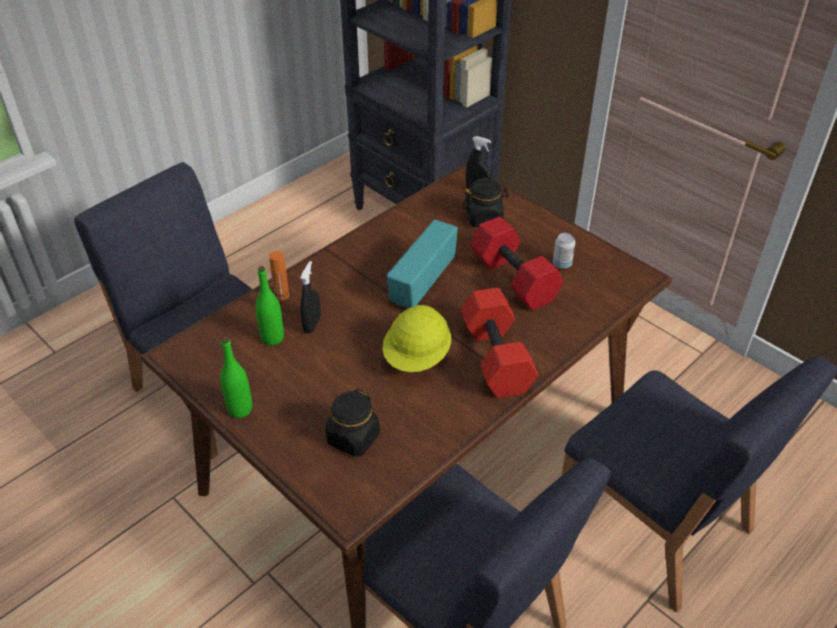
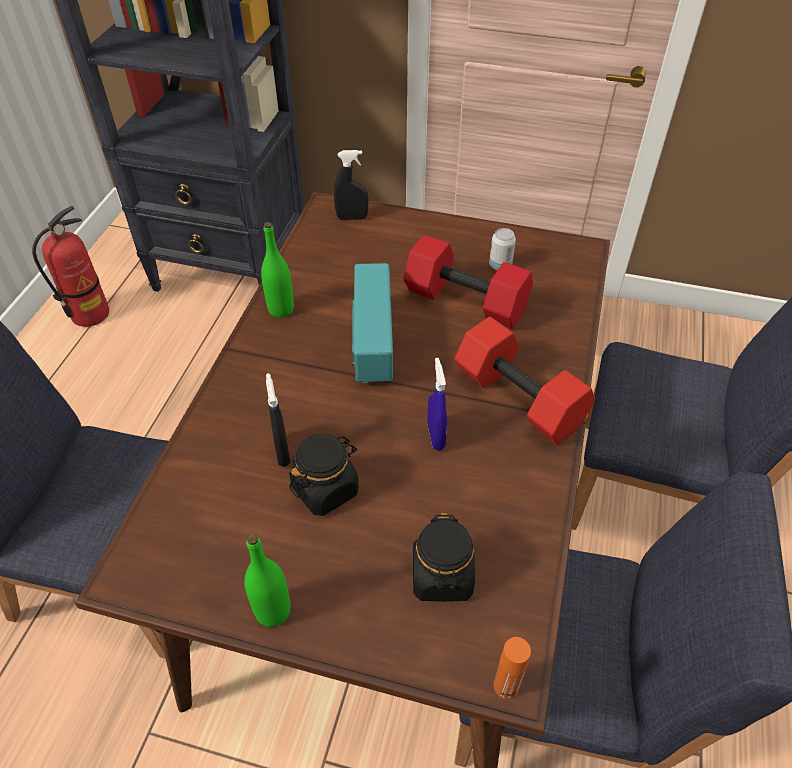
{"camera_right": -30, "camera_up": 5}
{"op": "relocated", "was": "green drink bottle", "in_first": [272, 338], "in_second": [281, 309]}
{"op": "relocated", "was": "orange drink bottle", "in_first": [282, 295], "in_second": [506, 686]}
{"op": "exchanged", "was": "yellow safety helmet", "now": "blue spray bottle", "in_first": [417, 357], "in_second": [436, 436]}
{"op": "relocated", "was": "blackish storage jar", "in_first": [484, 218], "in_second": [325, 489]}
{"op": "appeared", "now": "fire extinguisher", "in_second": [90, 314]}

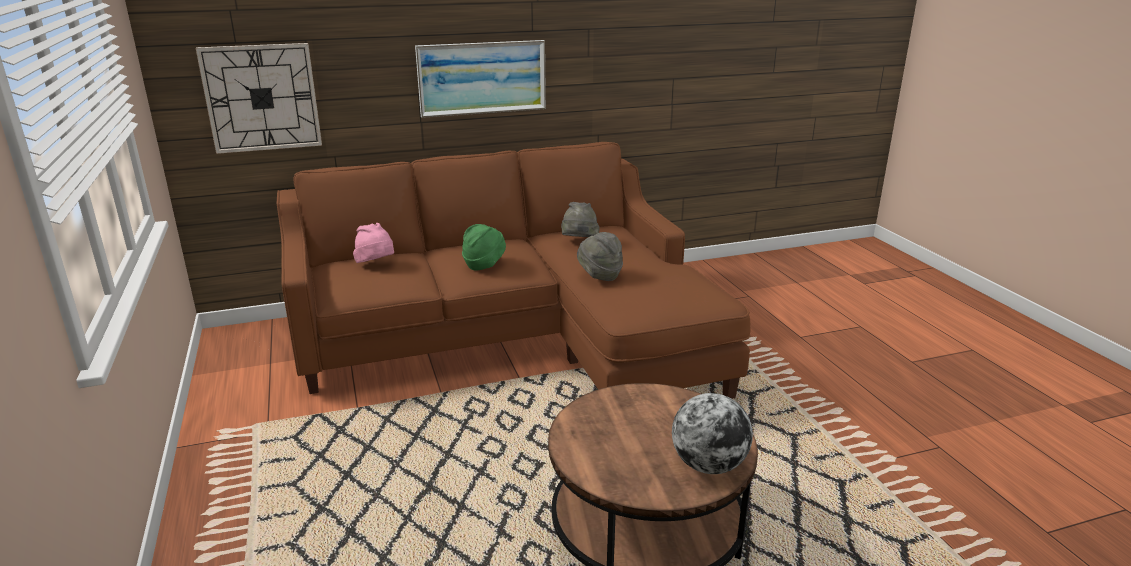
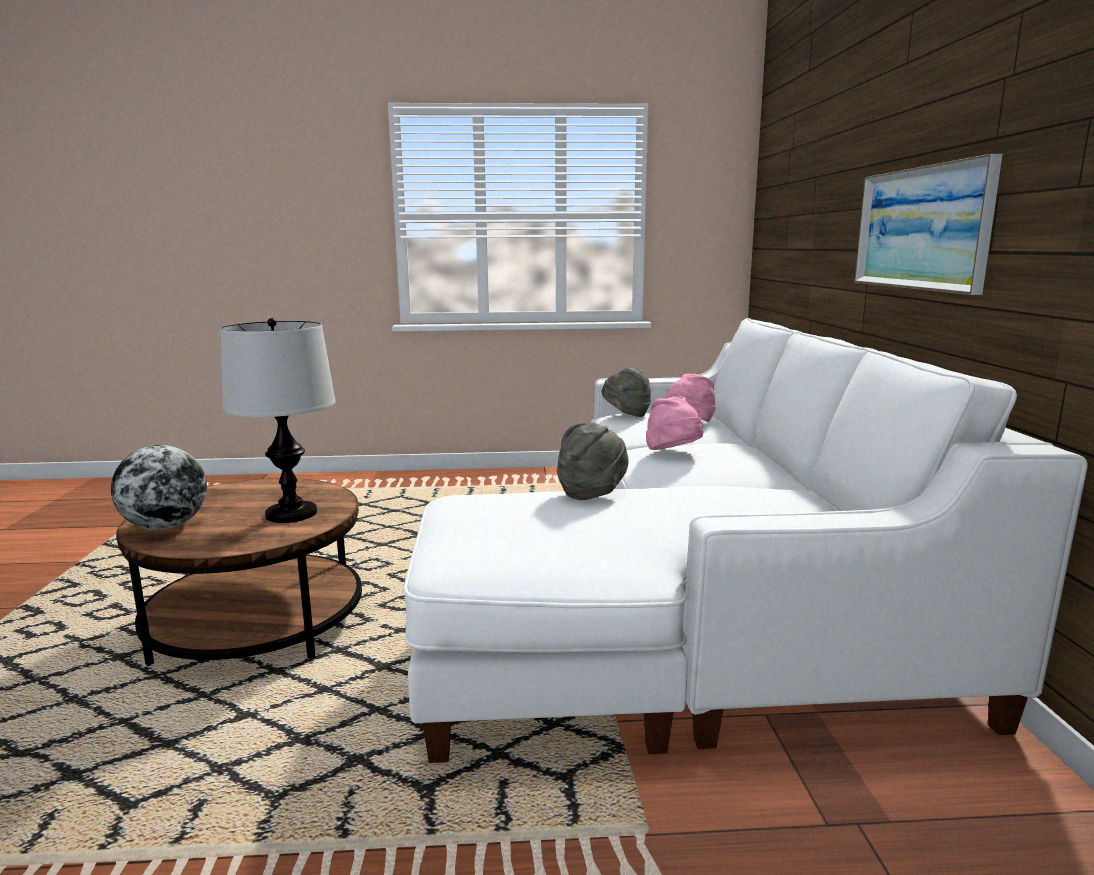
{"camera_right": 105, "camera_up": -10}
{"op": "missing", "was": "wall clock", "in_first": [261, 98]}
{"op": "colour", "was": "brownish couch", "now": "white-coloured couch", "in_first": [516, 337], "in_second": [702, 596]}
{"op": "colour", "was": "green clothing hat", "now": "pink-coloured clothing hat", "in_first": [484, 265], "in_second": [674, 454]}
{"op": "relocated", "was": "gray clothing hat", "in_first": [579, 242], "in_second": [626, 414]}
{"op": "appeared", "now": "lamp for a table", "in_second": [291, 513]}

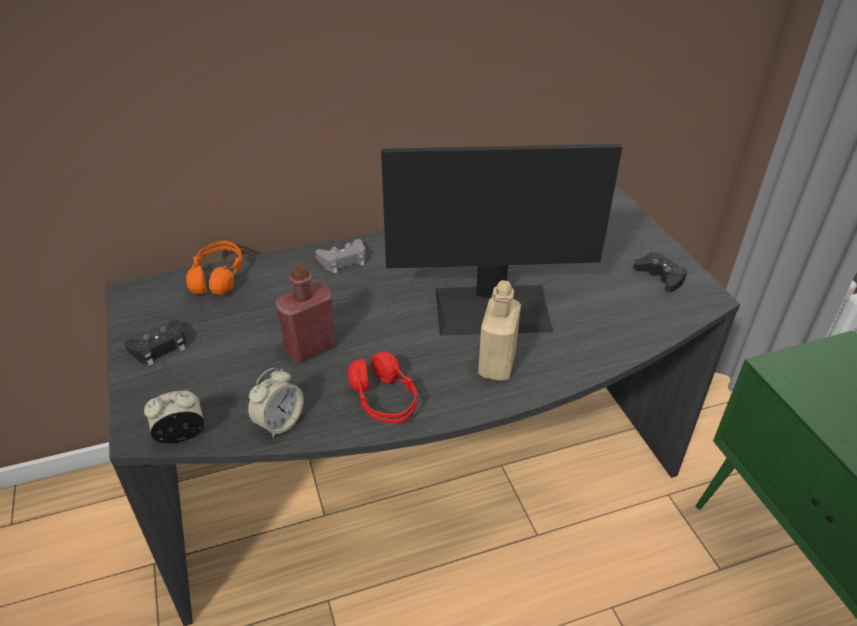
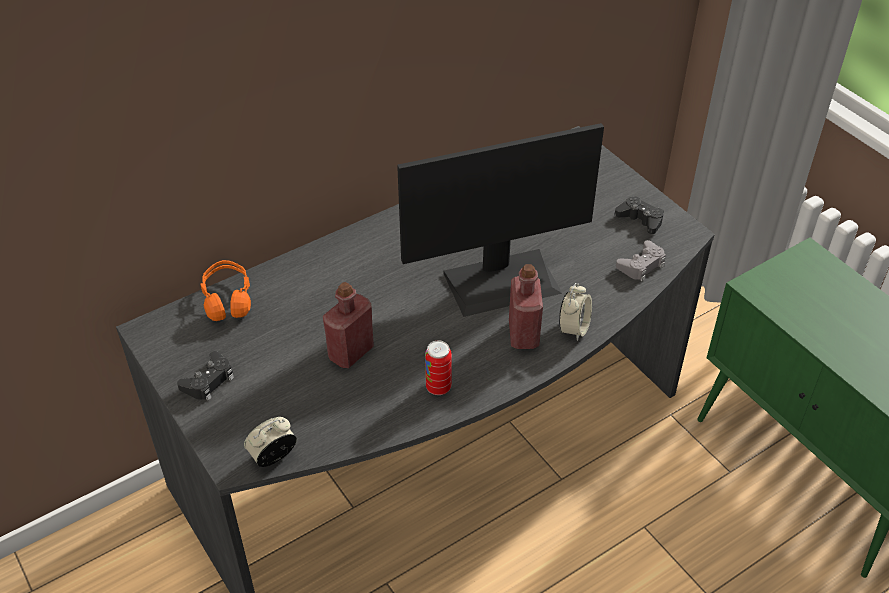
{"camera_right": -15, "camera_up": 5}
{"op": "relocated", "was": "bedside clock", "in_first": [279, 423], "in_second": [573, 329]}
{"op": "relocated", "was": "gray game controller", "in_first": [343, 260], "in_second": [641, 265]}
{"op": "exchanged", "was": "red headphones", "now": "sealed can", "in_first": [384, 400], "in_second": [438, 387]}
{"op": "colour", "was": "beige drink bottle", "now": "red drink bottle", "in_first": [497, 364], "in_second": [523, 334]}

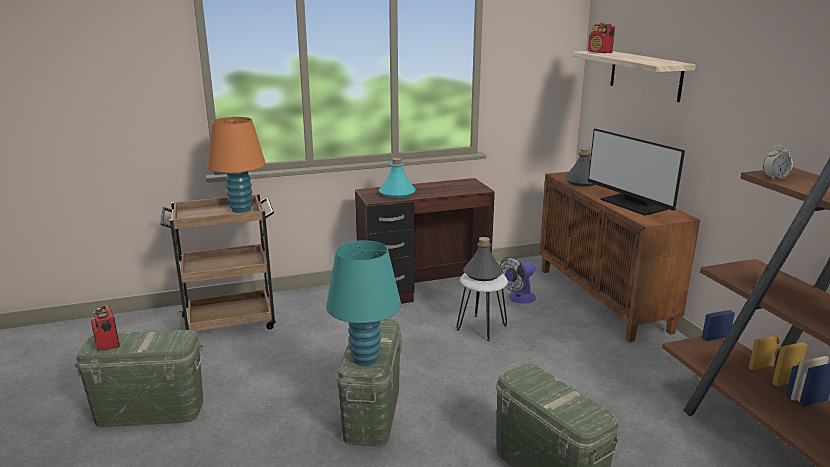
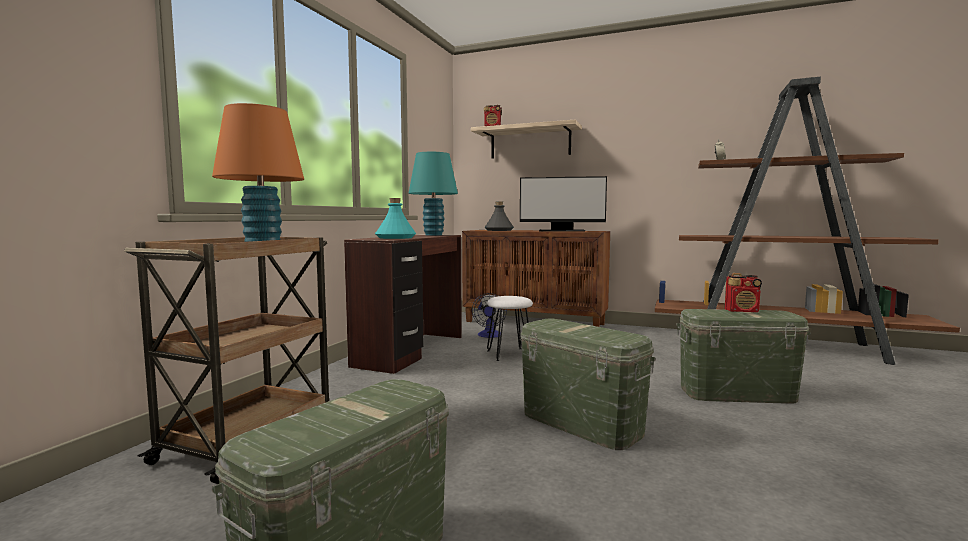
{"camera_right": -50, "camera_up": -15}
{"op": "relocated", "was": "radio receiver", "in_first": [107, 344], "in_second": [742, 311]}
{"op": "relocated", "was": "turquoise lamp for a table", "in_first": [365, 359], "in_second": [433, 235]}
{"op": "missing", "was": "gray drink bottle", "in_first": [482, 274]}

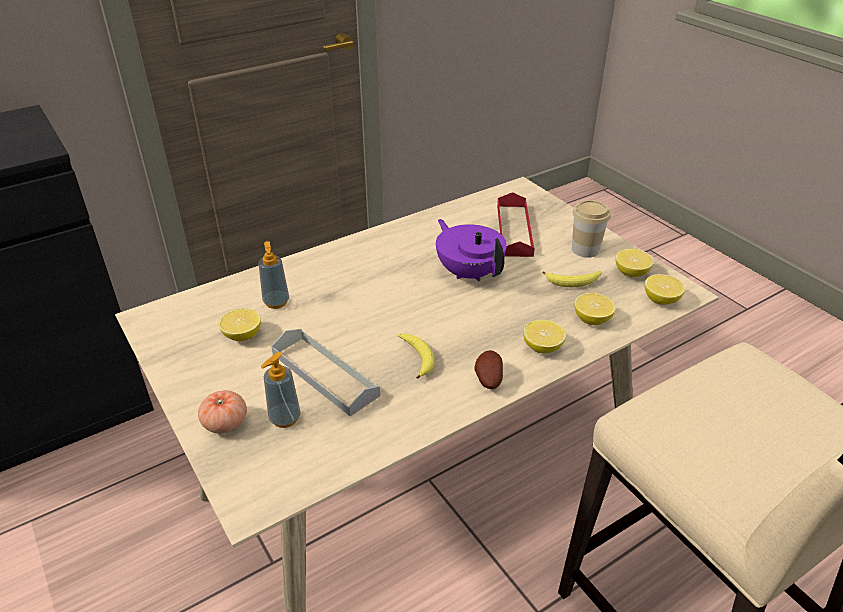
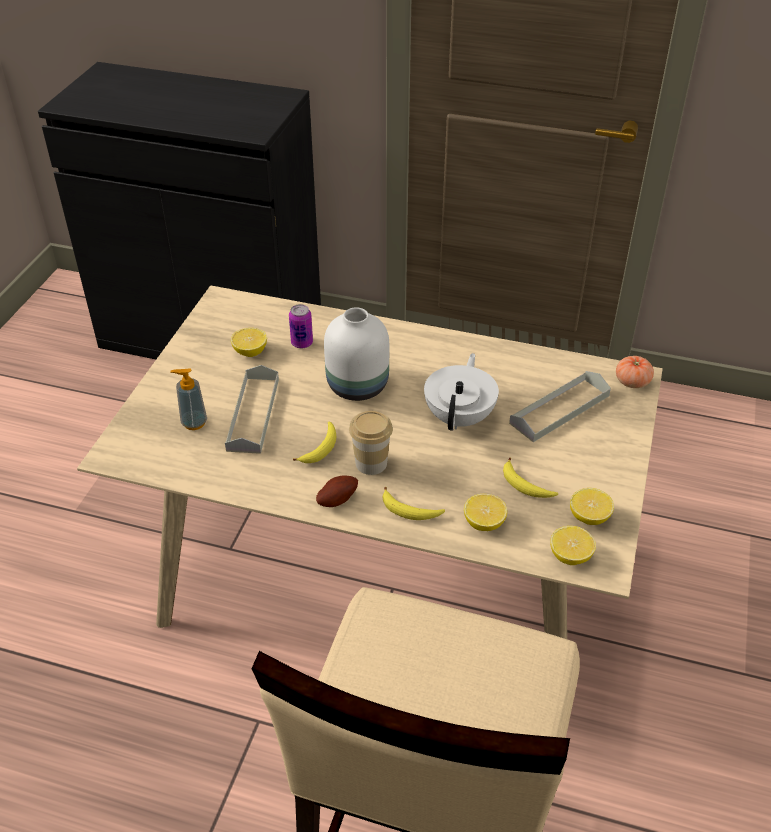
{"camera_right": 50, "camera_up": 5}
{"op": "relocated", "was": "fresh tomato", "in_first": [225, 423], "in_second": [632, 382]}
{"op": "exchanged", "was": "soap bottle", "now": "sealed can", "in_first": [276, 302], "in_second": [302, 343]}
{"op": "colour", "was": "purple pot for tea", "now": "white-coloured pot for tea", "in_first": [469, 272], "in_second": [460, 417]}
{"op": "colour", "was": "red serving tray", "now": "gray serving tray", "in_first": [514, 230], "in_second": [559, 409]}
{"op": "exchanged", "was": "citrus fruit", "now": "whole banana", "in_first": [542, 347], "in_second": [410, 511]}
{"op": "relocated", "was": "cup", "in_first": [585, 249], "in_second": [371, 463]}
{"op": "appeared", "now": "white-coloured vase", "in_second": [357, 385]}

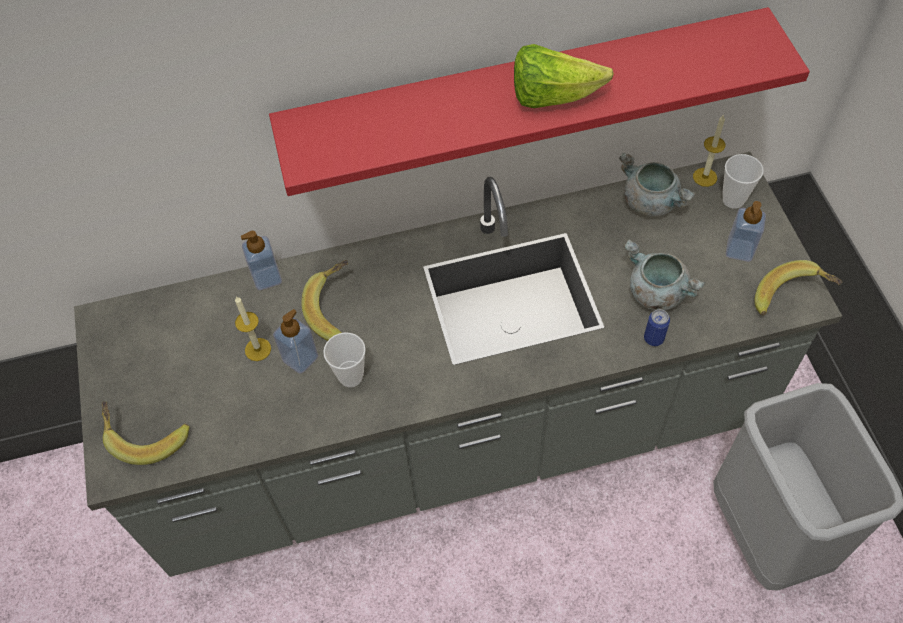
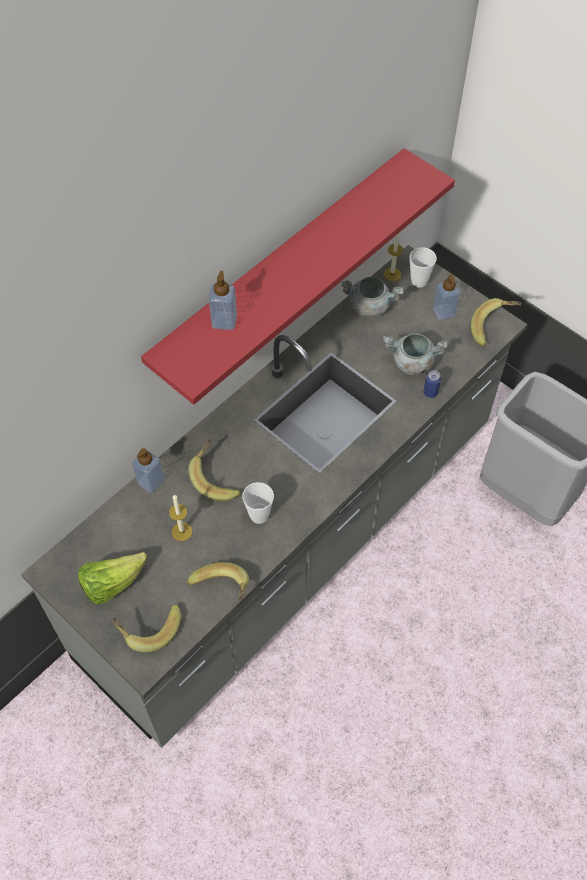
{"camera_right": -35, "camera_up": 0}
{"op": "relocated", "was": "soap bottle", "in_first": [300, 358], "in_second": [224, 321]}
{"op": "relocated", "was": "lettuce head", "in_first": [552, 96], "in_second": [112, 583]}
{"op": "appeared", "now": "whole banana", "in_second": [221, 591]}

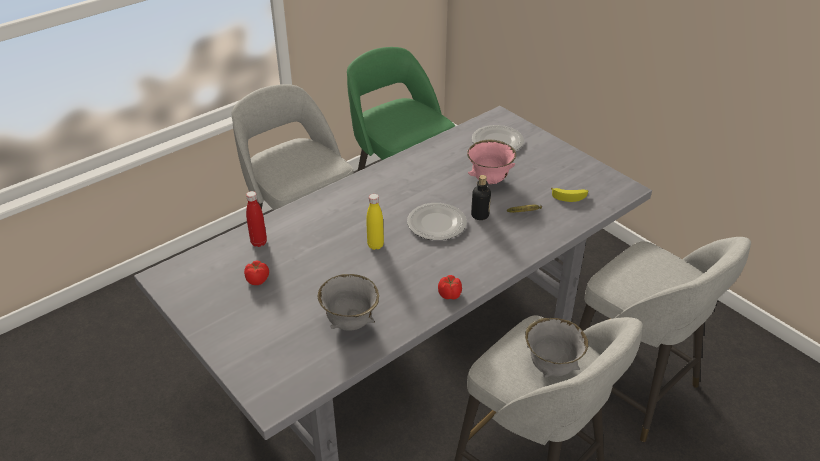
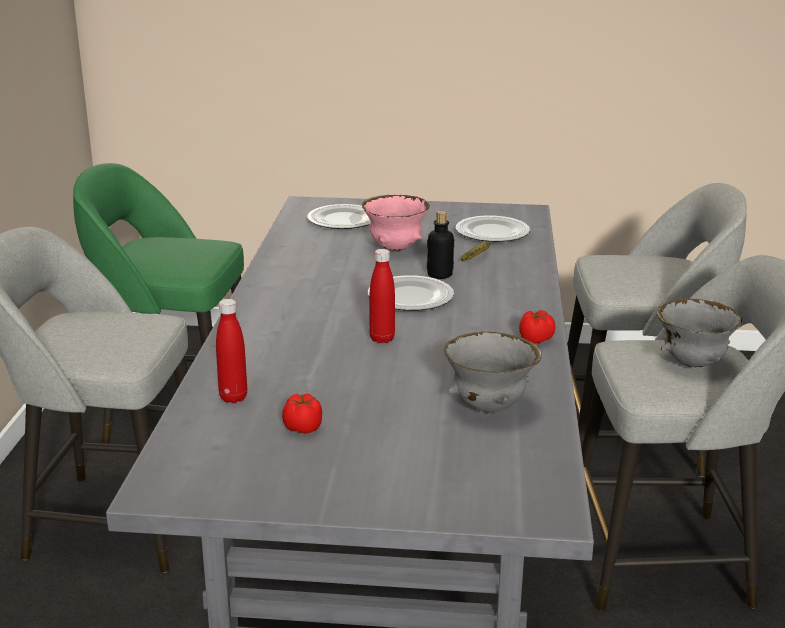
{"camera_right": -45, "camera_up": -15}
{"op": "colour", "was": "yellow drink bottle", "now": "red drink bottle", "in_first": [375, 245], "in_second": [382, 339]}
{"op": "exchanged", "was": "whole banana", "now": "dinner plate", "in_first": [570, 196], "in_second": [492, 232]}

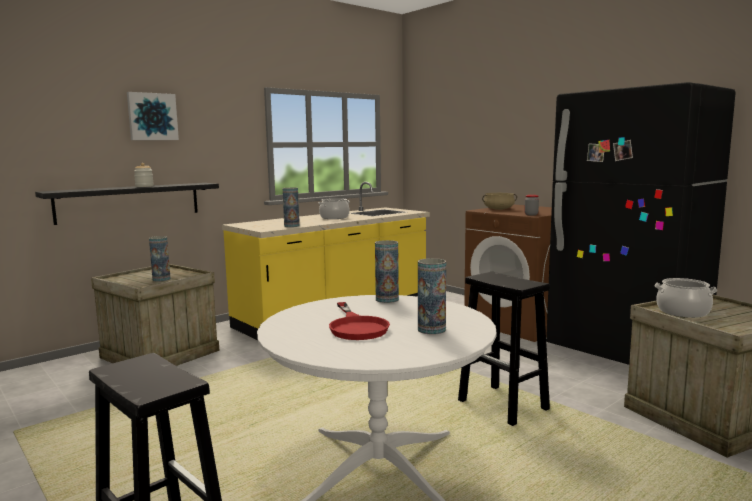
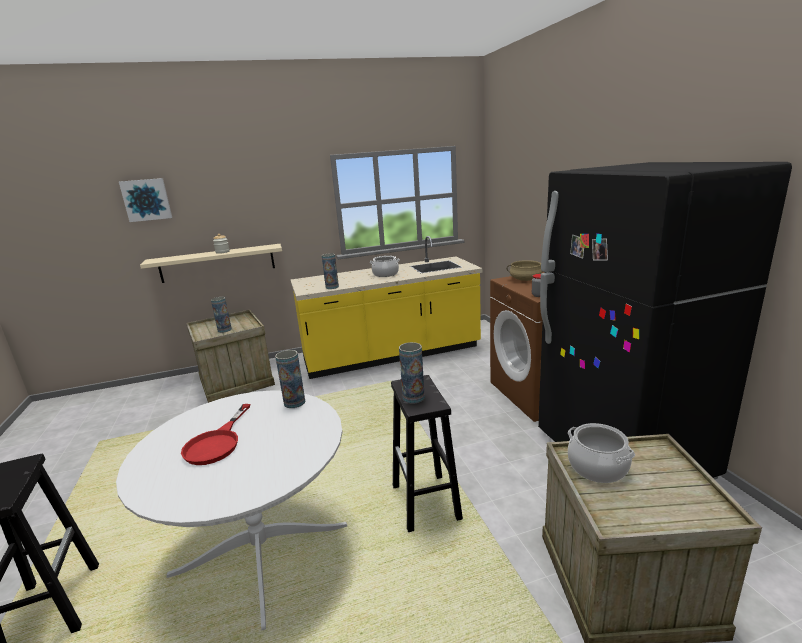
{"camera_right": 25, "camera_up": 10}
{"op": "colour", "was": "blackish bracket shelf", "now": "beige bracket shelf", "in_first": [129, 202], "in_second": [217, 263]}
{"op": "relocated", "was": "wall picture", "in_first": [152, 116], "in_second": [146, 200]}
{"op": "relocated", "was": "vase", "in_first": [431, 330], "in_second": [413, 397]}

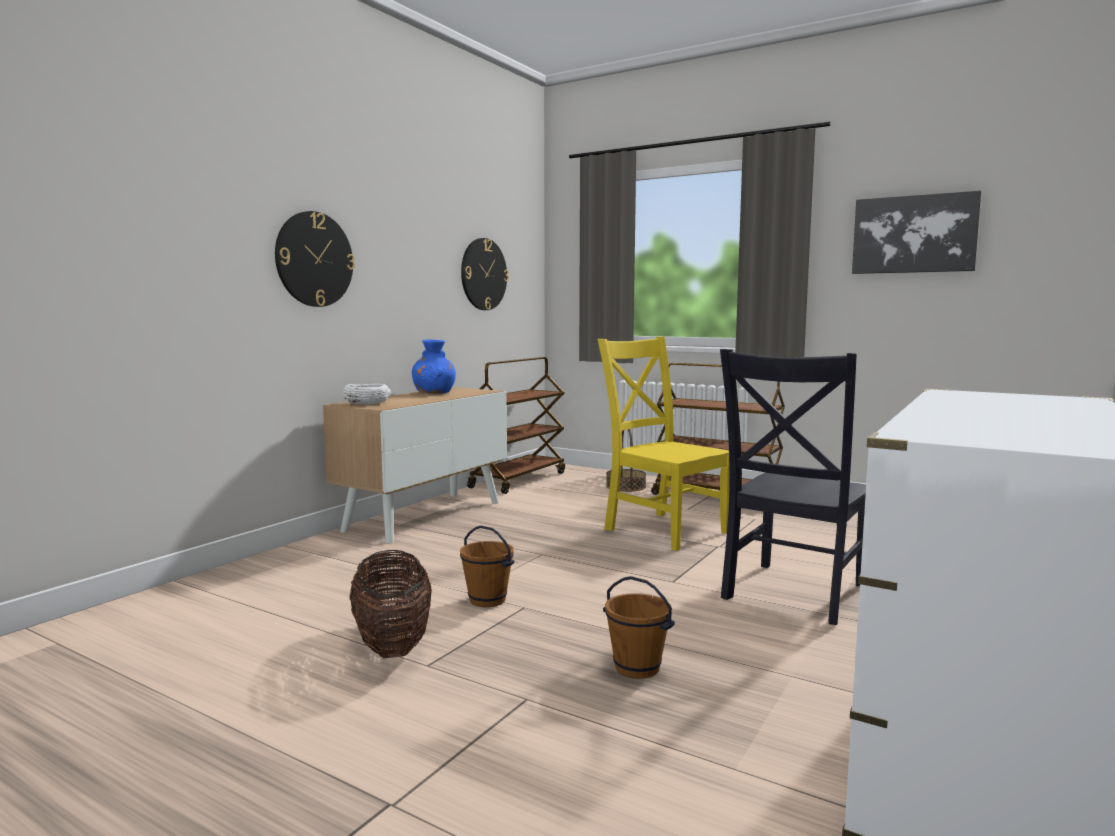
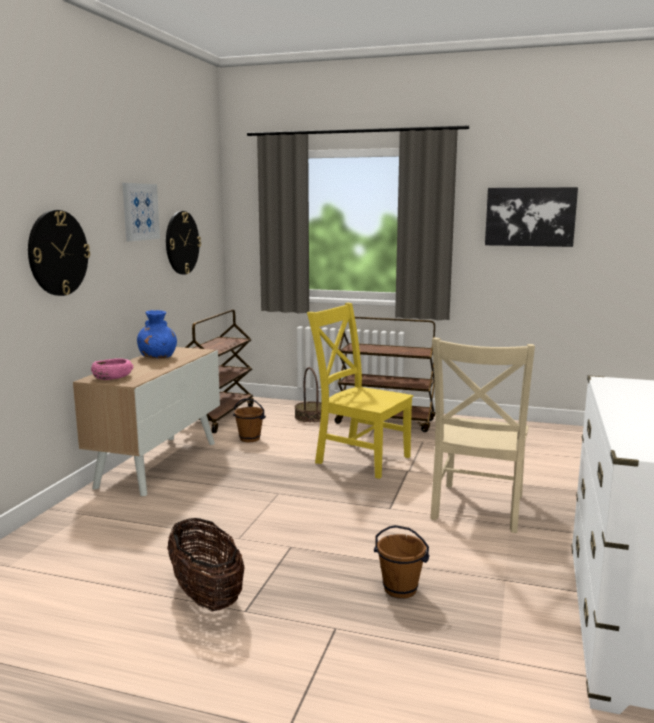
{"camera_right": -15, "camera_up": 5}
{"op": "colour", "was": "white-coloured bowl", "now": "pink-coloured bowl", "in_first": [366, 403], "in_second": [112, 377]}
{"op": "relocated", "was": "brownish pail", "in_first": [488, 600], "in_second": [250, 439]}
{"op": "colour", "was": "blackish chair", "now": "beige chair", "in_first": [792, 594], "in_second": [477, 509]}
{"op": "appeared", "now": "wall picture", "in_second": [140, 212]}

